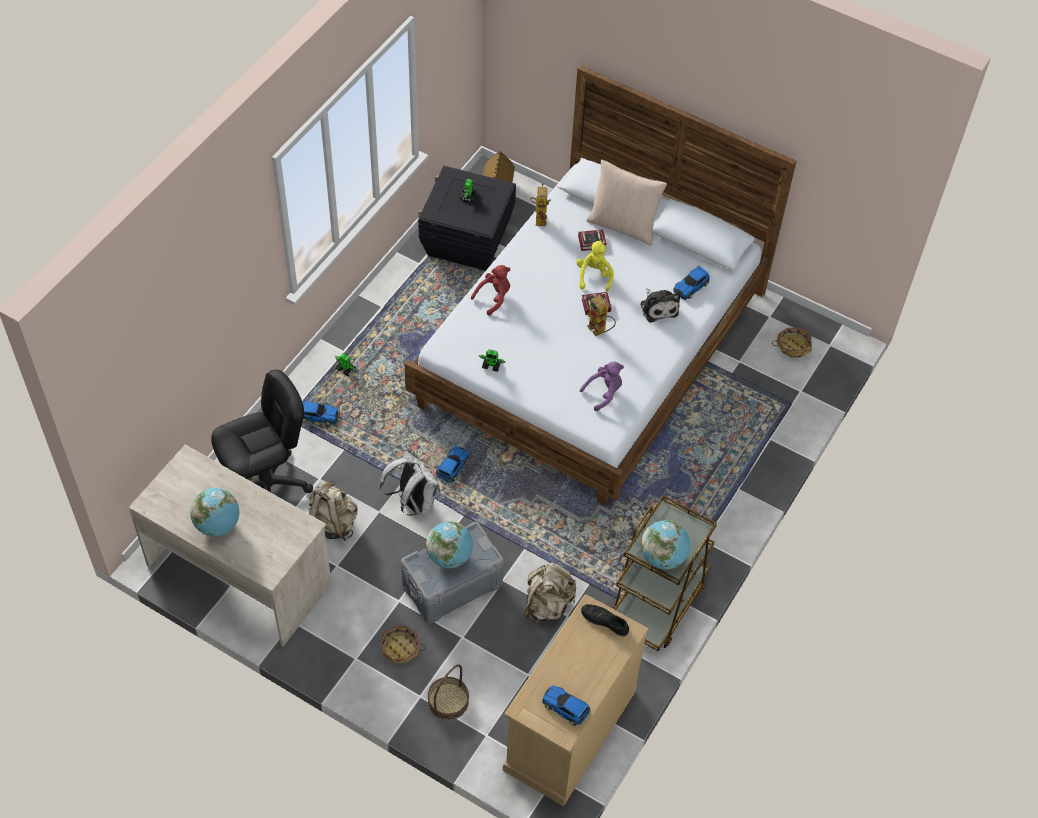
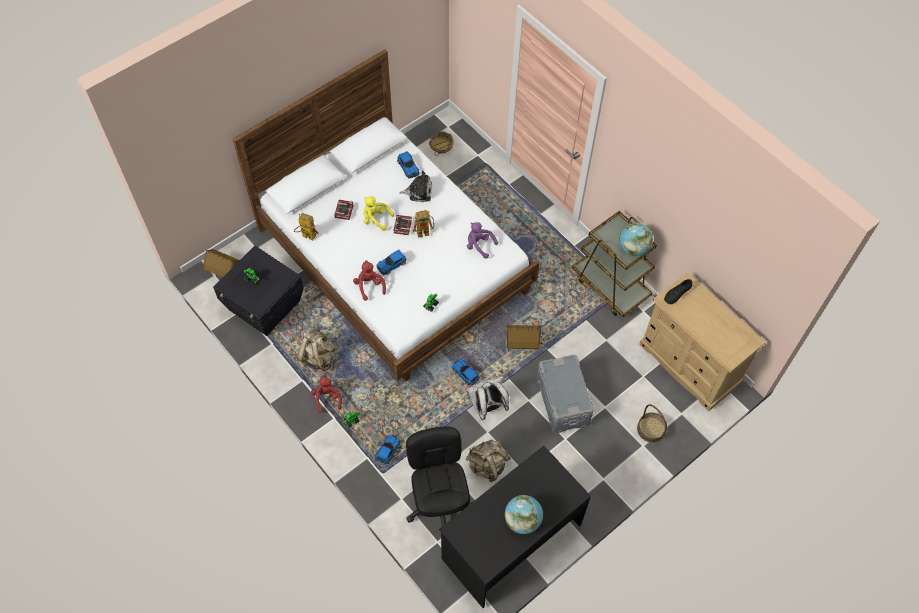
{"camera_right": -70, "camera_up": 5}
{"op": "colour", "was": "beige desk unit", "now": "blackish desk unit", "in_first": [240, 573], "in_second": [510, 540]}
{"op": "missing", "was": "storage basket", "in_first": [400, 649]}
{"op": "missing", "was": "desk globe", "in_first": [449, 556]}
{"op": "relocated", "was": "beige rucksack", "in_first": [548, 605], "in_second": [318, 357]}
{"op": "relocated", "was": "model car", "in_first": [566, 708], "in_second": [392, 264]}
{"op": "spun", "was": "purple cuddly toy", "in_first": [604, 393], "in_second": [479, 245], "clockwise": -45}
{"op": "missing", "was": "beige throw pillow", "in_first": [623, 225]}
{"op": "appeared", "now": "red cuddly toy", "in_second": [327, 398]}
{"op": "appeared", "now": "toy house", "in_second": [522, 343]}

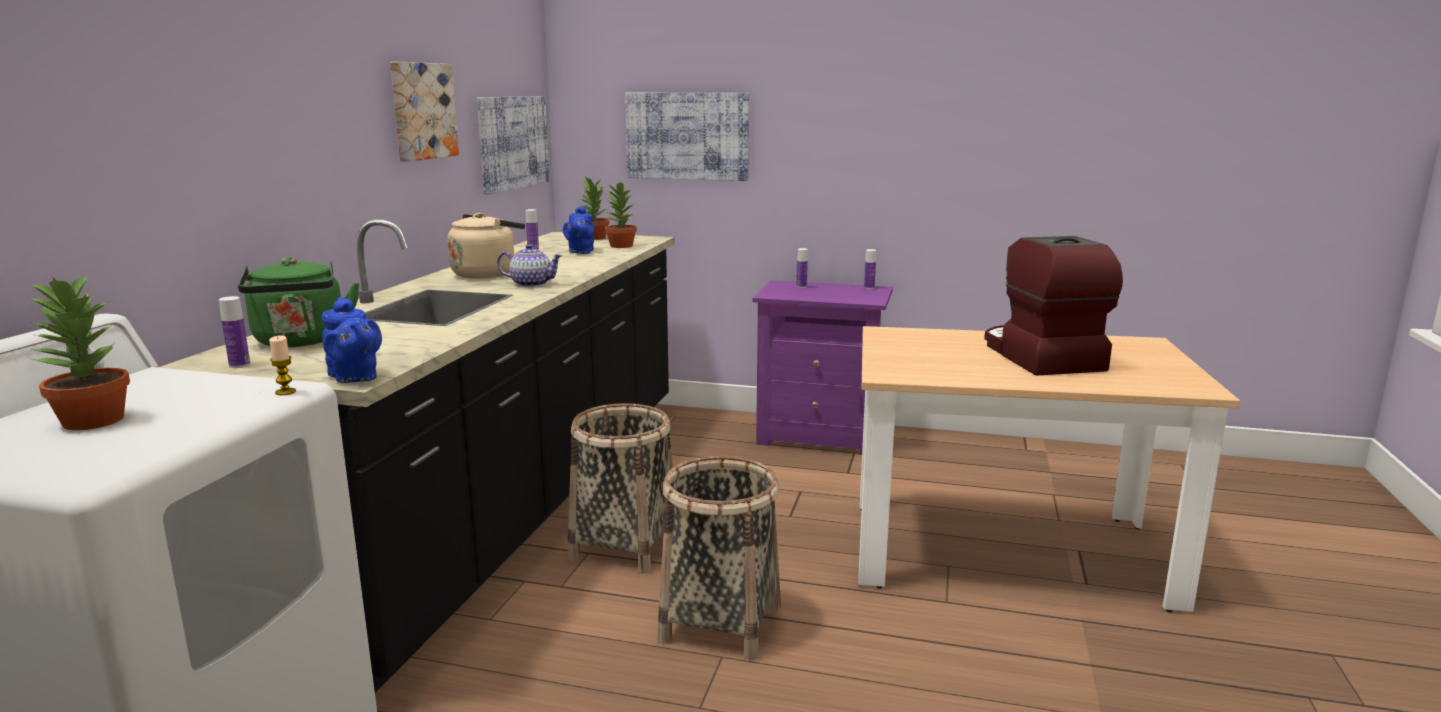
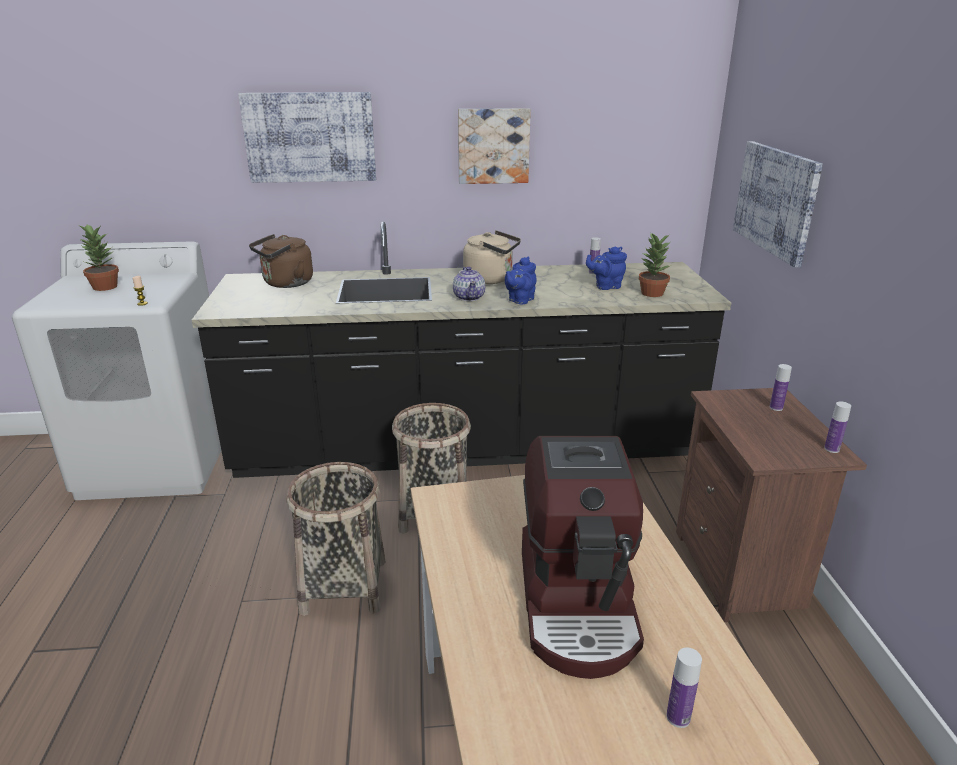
{"camera_right": 70, "camera_up": 10}
{"op": "relocated", "was": "drink bottle", "in_first": [239, 365], "in_second": [678, 717]}
{"op": "colour", "was": "green water kettle", "now": "brownish water kettle", "in_first": [301, 342], "in_second": [285, 284]}
{"op": "relocated", "was": "blue pot for tea", "in_first": [354, 378], "in_second": [520, 300]}
{"op": "relocated", "was": "wall picture", "in_first": [512, 142], "in_second": [310, 137]}
{"op": "missing", "was": "potted plant", "in_first": [594, 238]}
{"op": "colour", "was": "purple night table", "now": "brownish night table", "in_first": [821, 436], "in_second": [741, 571]}
{"op": "spun", "was": "coffee machine", "in_first": [1039, 356], "in_second": [579, 604], "clockwise": 120}

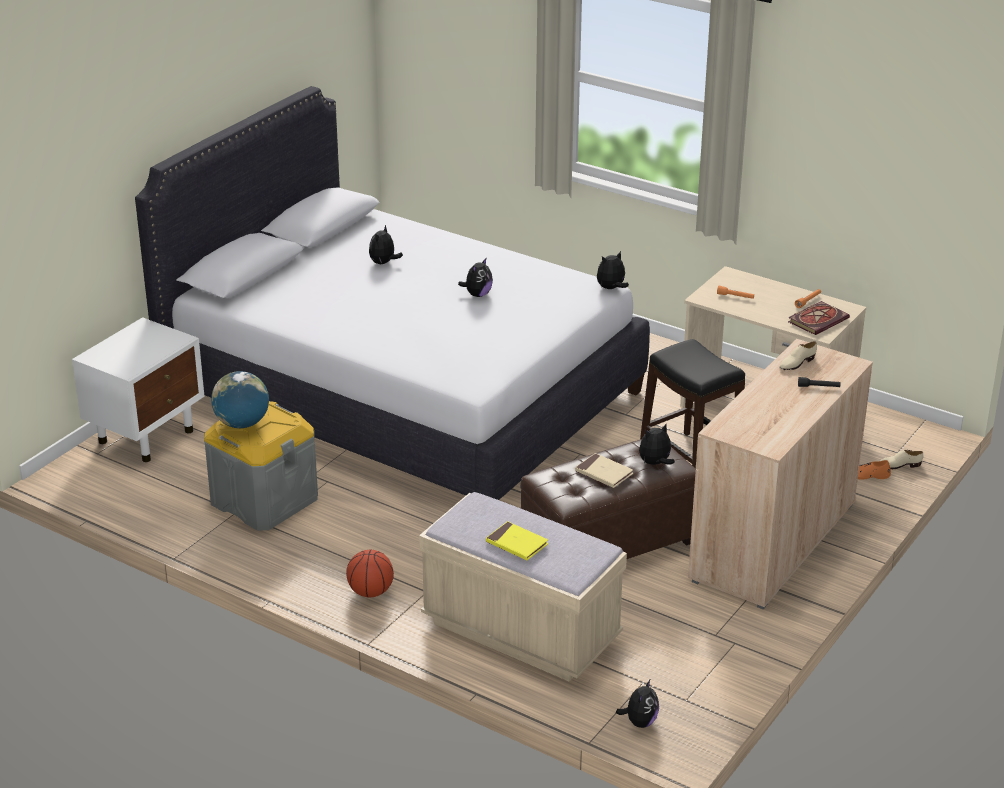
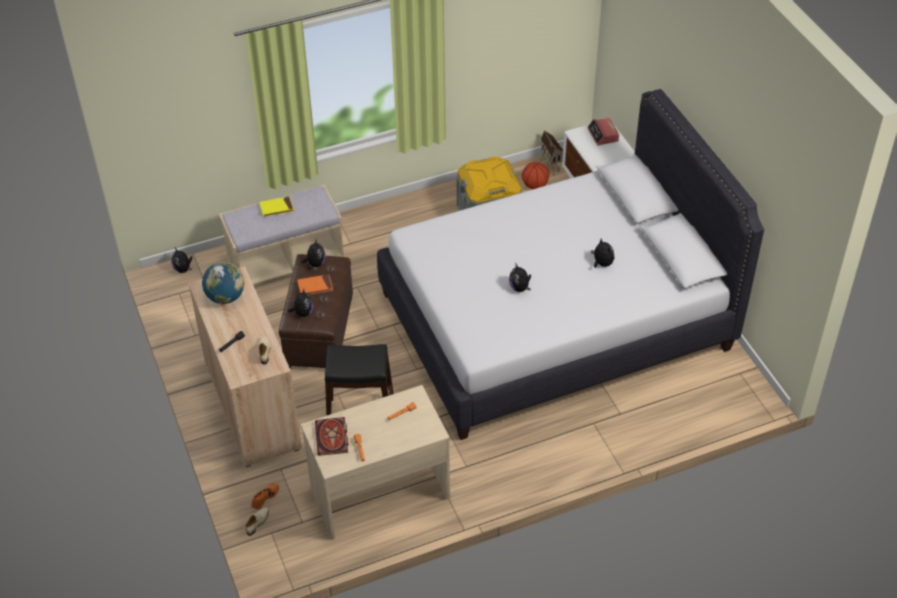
{"camera_right": 125, "camera_up": 15}
{"op": "relocated", "was": "desk globe", "in_first": [242, 424], "in_second": [225, 297]}
{"op": "relocated", "was": "ball for basketball", "in_first": [371, 592], "in_second": [534, 186]}
{"op": "colour", "was": "beige volume", "now": "orange volume", "in_first": [604, 473], "in_second": [315, 286]}
{"op": "relocated", "was": "cuddly toy", "in_first": [611, 288], "in_second": [315, 263]}
{"op": "appeared", "now": "toy house", "in_second": [551, 168]}
{"op": "appeared", "now": "bedside clock", "in_second": [603, 135]}

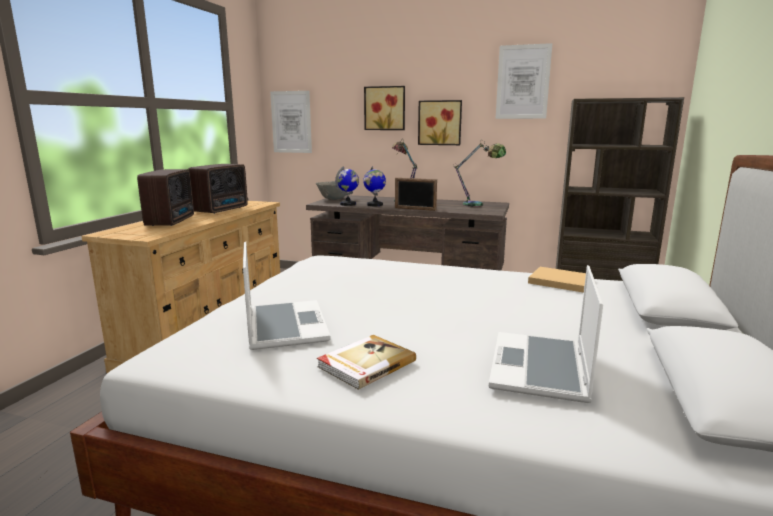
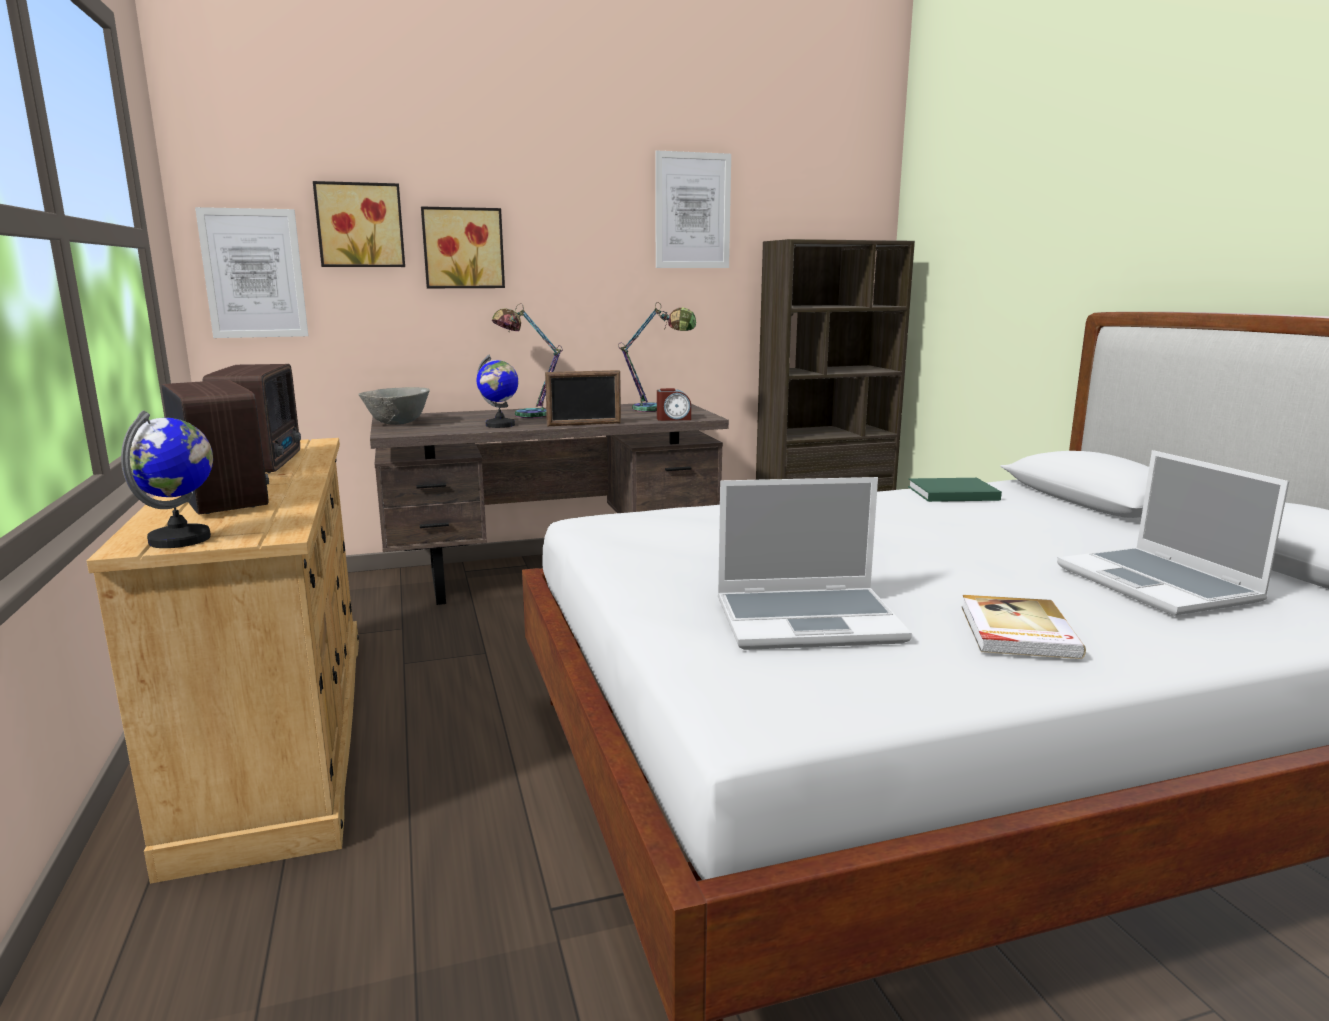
{"camera_right": -35, "camera_up": 0}
{"op": "spun", "was": "notebook computer", "in_first": [284, 326], "in_second": [809, 620], "clockwise": 135}
{"op": "relocated", "was": "desk globe", "in_first": [348, 204], "in_second": [181, 539]}
{"op": "relocated", "was": "wall picture", "in_first": [440, 123], "in_second": [360, 225]}
{"op": "colour", "was": "beige volume", "now": "green volume", "in_first": [558, 281], "in_second": [950, 493]}
{"op": "appeared", "now": "bedside clock", "in_second": [673, 419]}

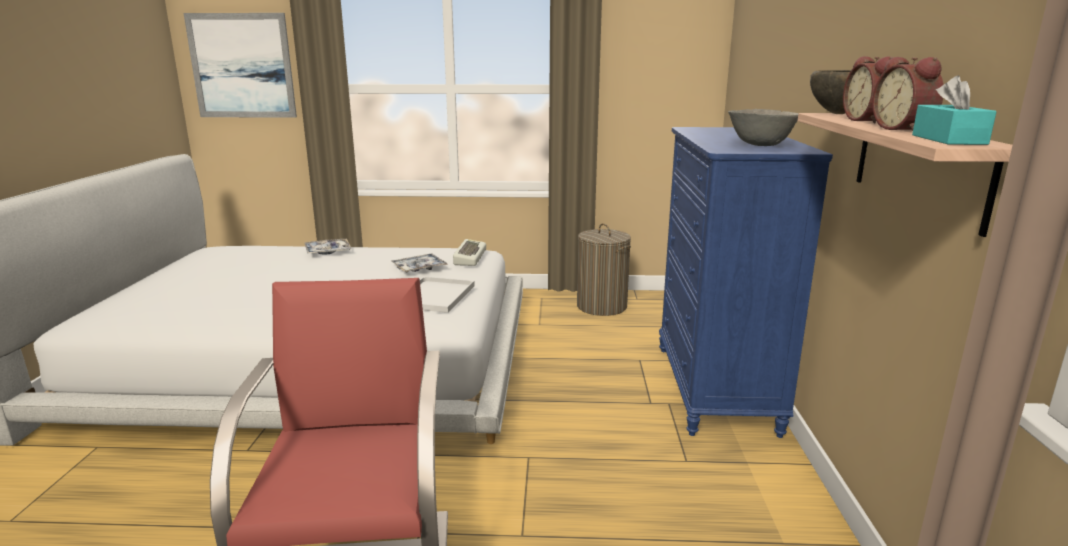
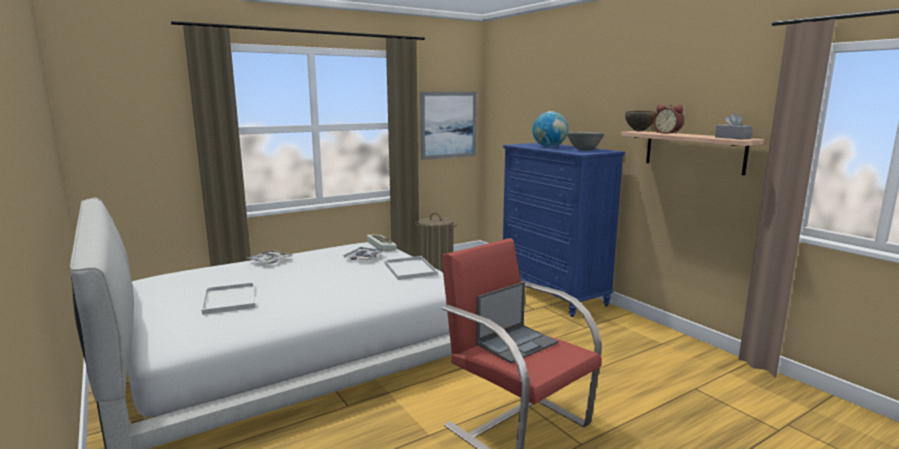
{"camera_right": -35, "camera_up": -5}
{"op": "relocated", "was": "wall picture", "in_first": [242, 66], "in_second": [448, 125]}
{"op": "missing", "was": "bedside clock", "in_first": [904, 129]}
{"op": "colour", "was": "turquoise box of tissues", "now": "gray box of tissues", "in_first": [948, 139], "in_second": [732, 138]}
{"op": "appeared", "now": "white-coloured serving tray", "in_second": [230, 300]}
{"op": "appeared", "now": "notebook computer", "in_second": [517, 343]}
{"op": "appeared", "now": "desk globe", "in_second": [549, 147]}

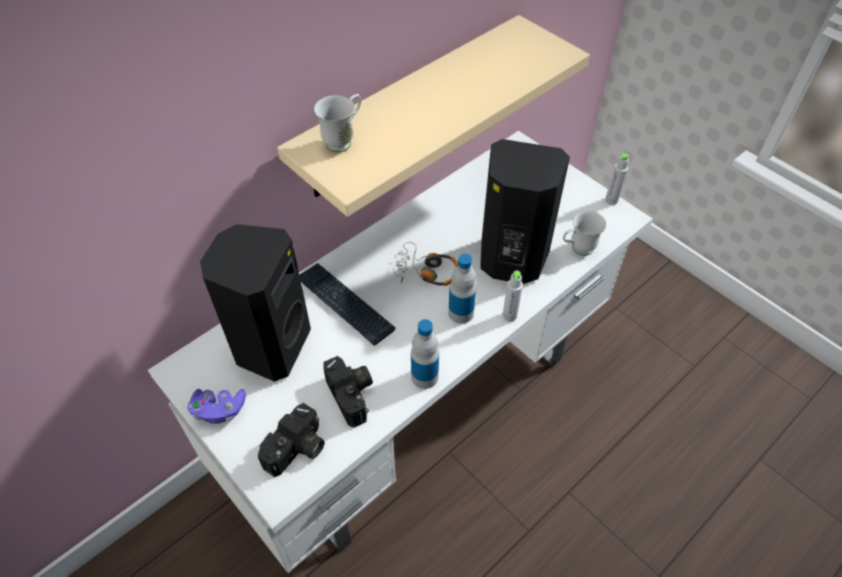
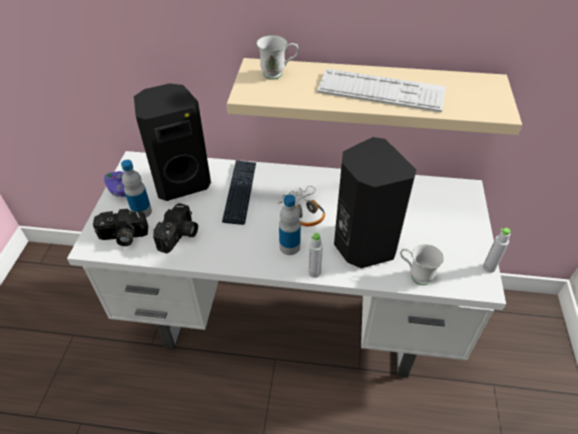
{"camera_right": 50, "camera_up": -5}
{"op": "relocated", "was": "drink bottle", "in_first": [424, 376], "in_second": [142, 211]}
{"op": "appeared", "now": "PC keyboard", "in_second": [381, 91]}

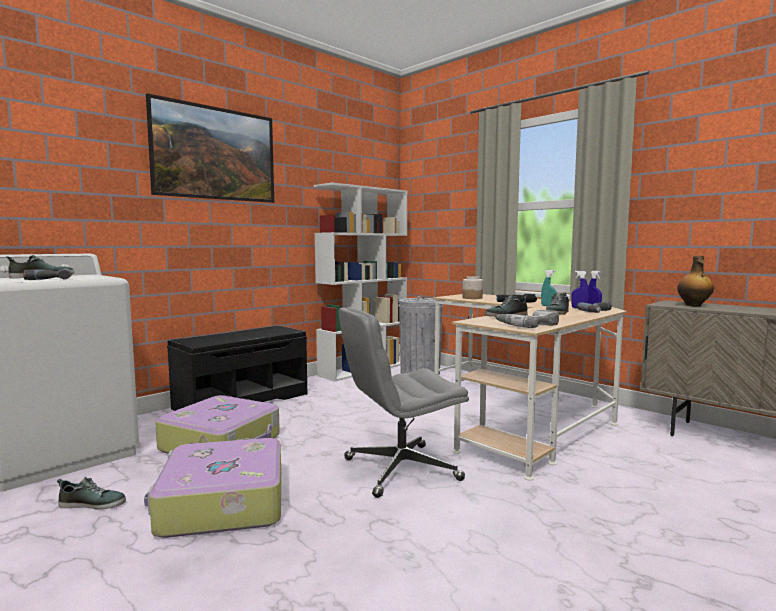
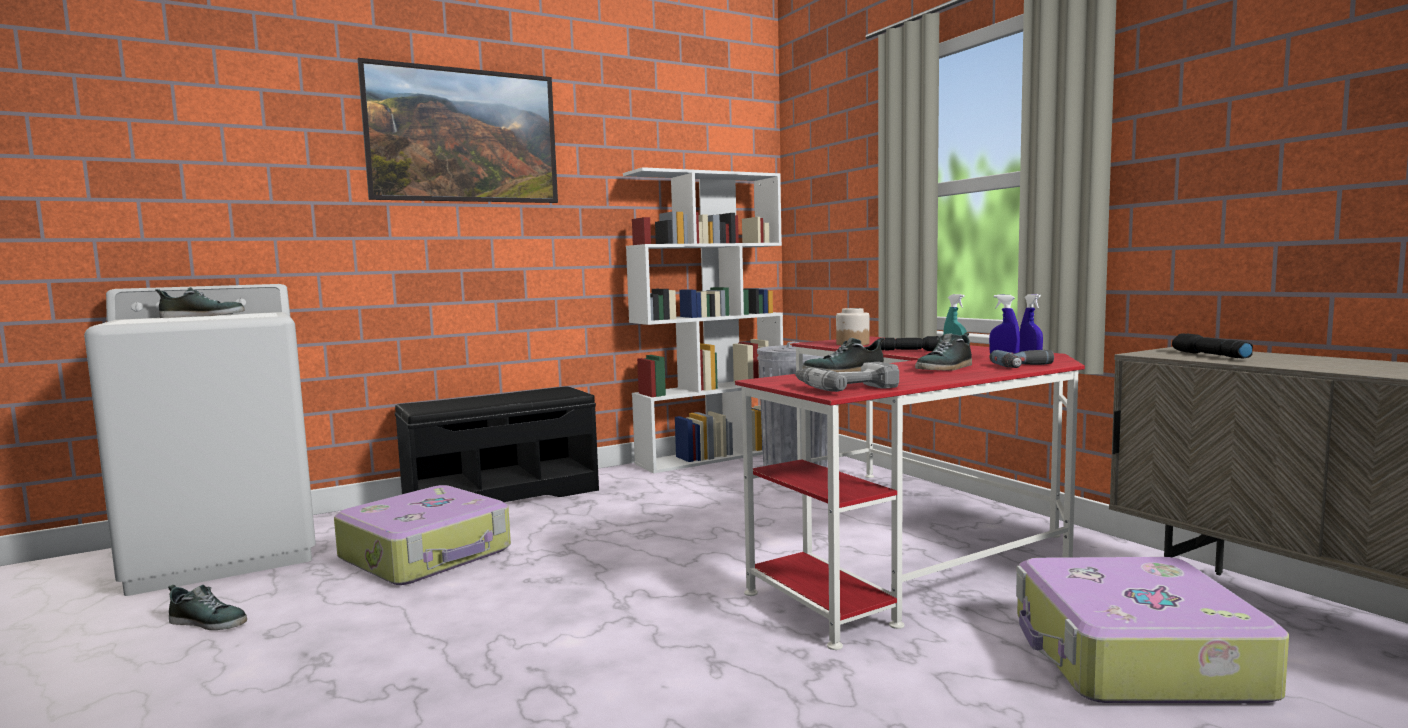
{"camera_right": 15, "camera_up": 0}
{"op": "missing", "was": "drill", "in_first": [49, 279]}
{"op": "relocated", "was": "suitcase", "in_first": [221, 503], "in_second": [1133, 657]}
{"op": "missing", "was": "gray computer chair", "in_first": [400, 470]}
{"op": "colour", "was": "beige desk unit", "now": "red desk unit", "in_first": [523, 414], "in_second": [912, 541]}
{"op": "exchanged", "was": "drink bottle", "now": "blackish flashlight", "in_first": [693, 305], "in_second": [1209, 355]}

